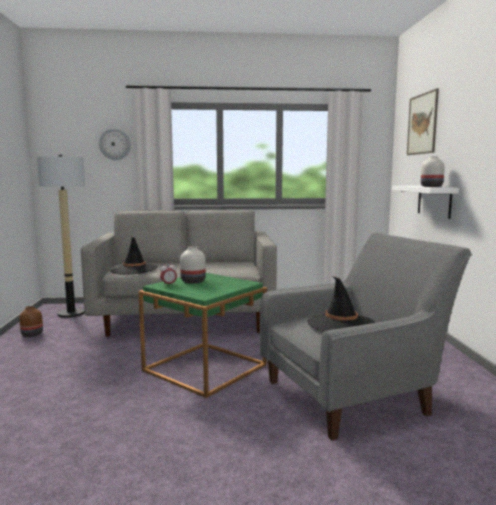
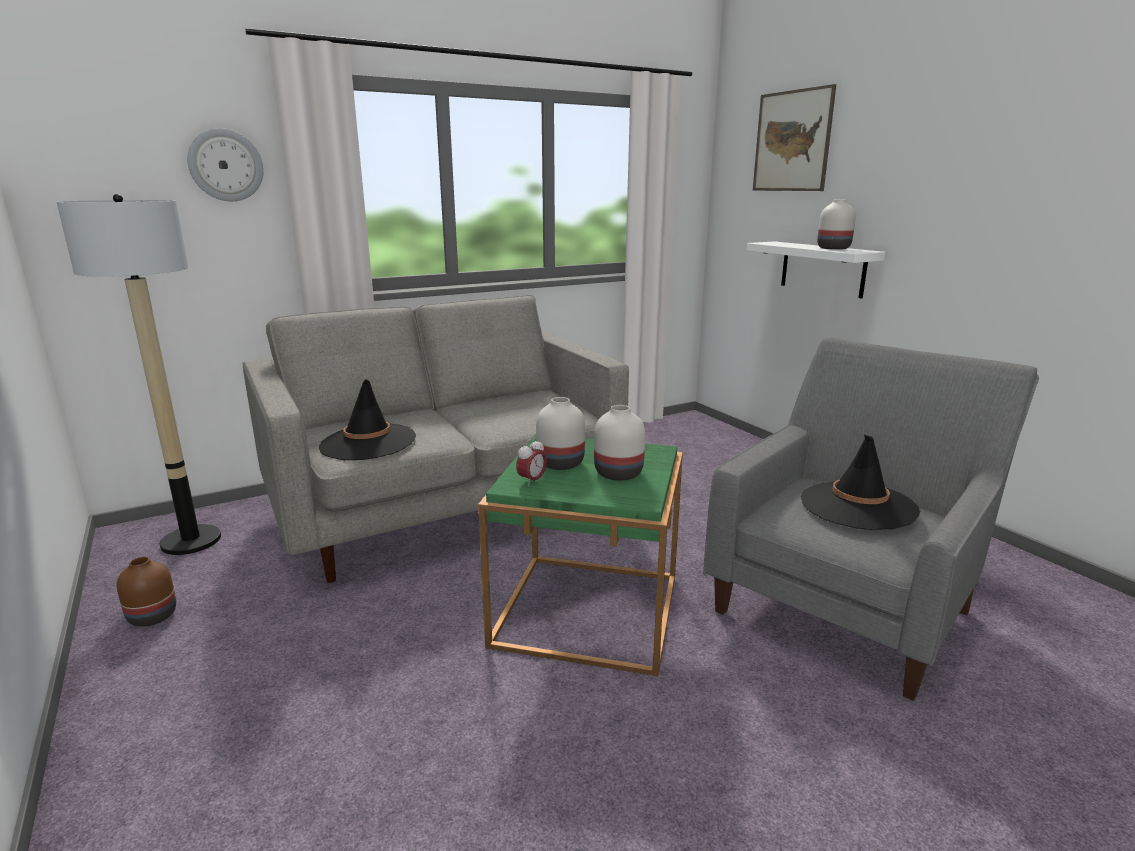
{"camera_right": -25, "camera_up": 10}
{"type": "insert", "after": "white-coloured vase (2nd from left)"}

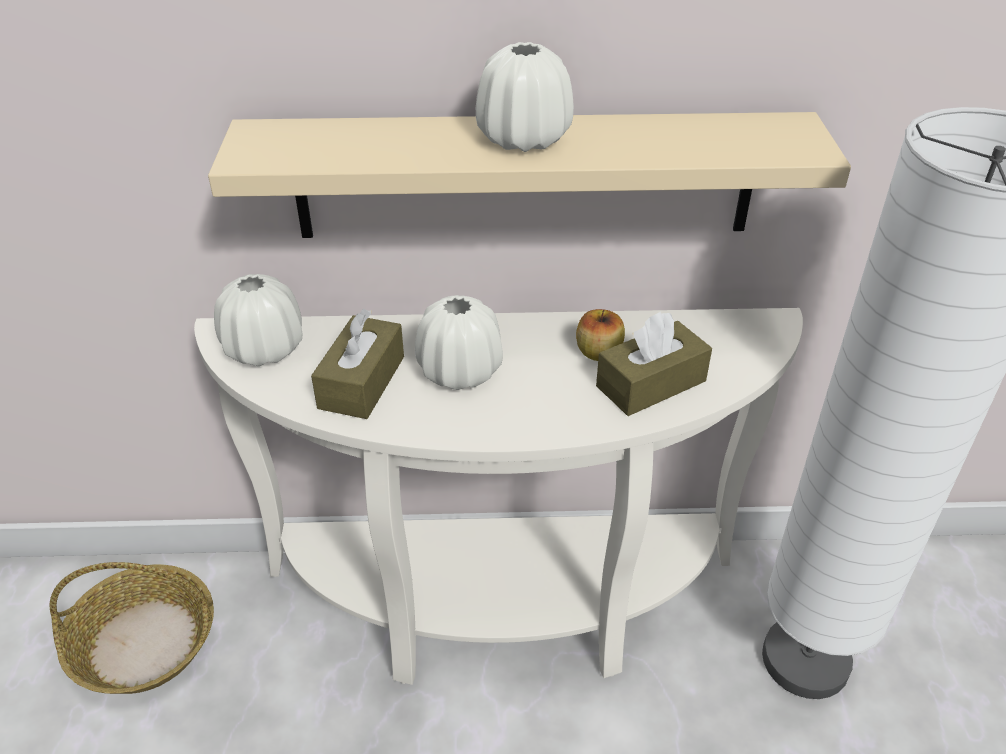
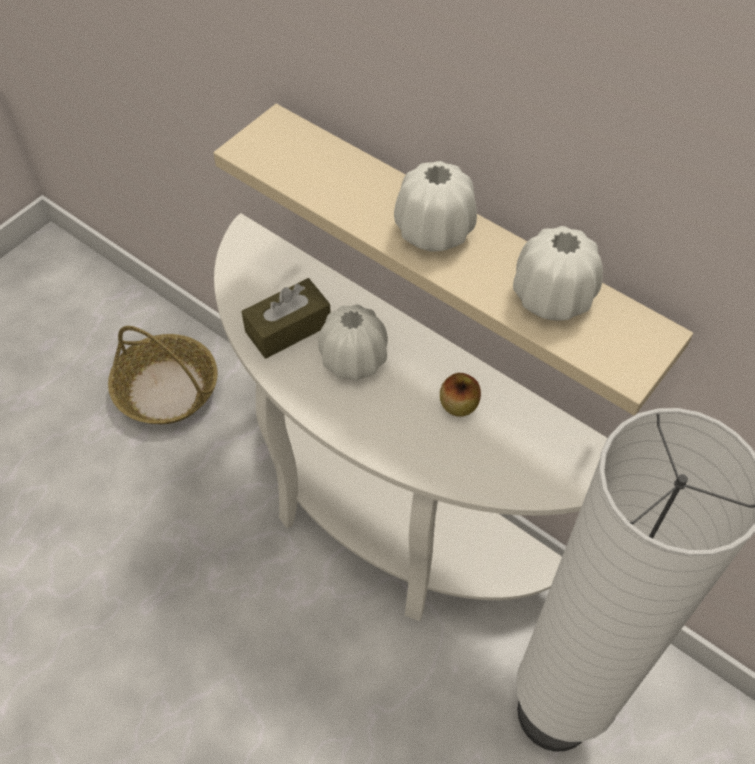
{"camera_right": 40, "camera_up": 15}
{"type": "move", "before": "white-coloured vase (1st from left in the first image)", "after": "white-coloured vase (3rd from left)"}
{"type": "delete", "before": "brown box of tissues (2nd from left)"}

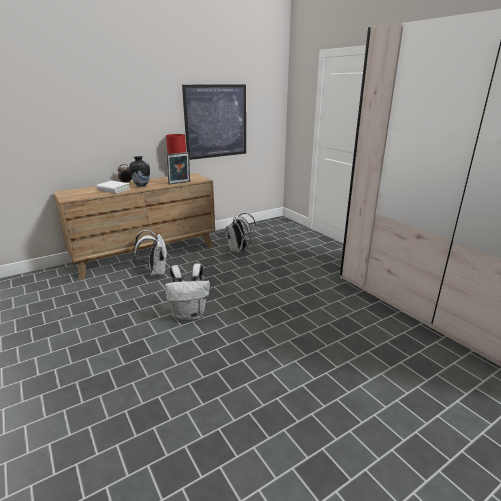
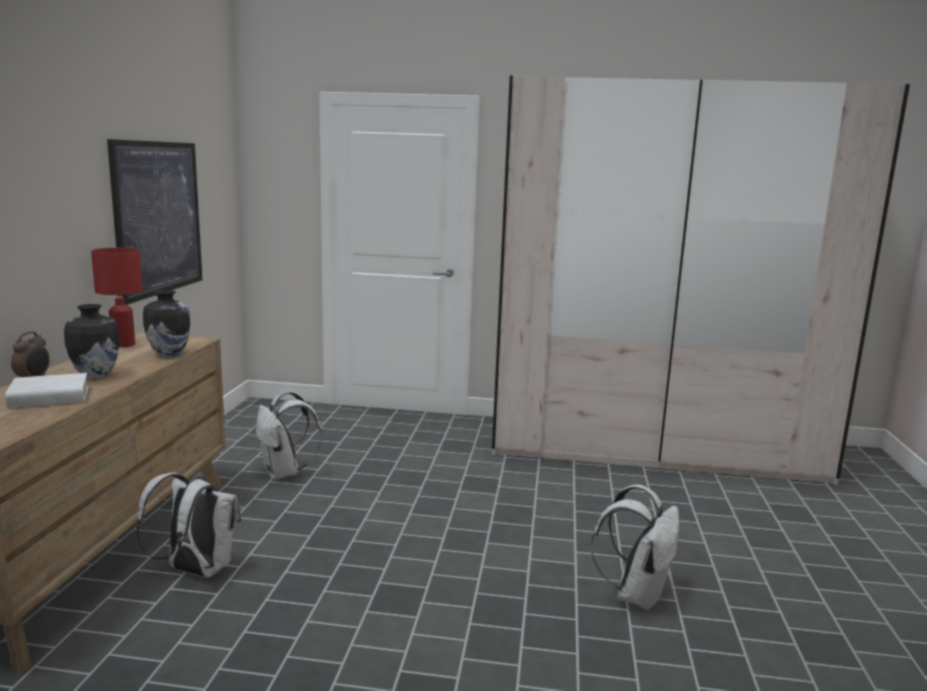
{"camera_right": -50, "camera_up": -10}
{"type": "replace", "before": "picture frame", "after": "vase (2nd from left)"}
{"type": "move", "before": "white-coloured backpack (2nd from left in the first image)", "after": "white-coloured backpack (3rd from left)"}

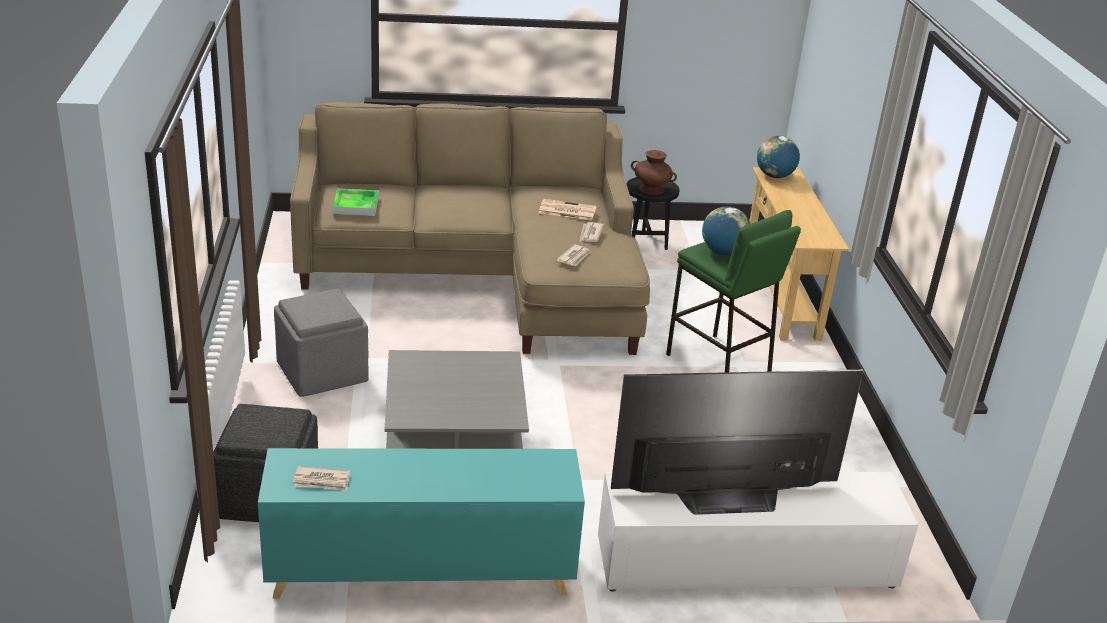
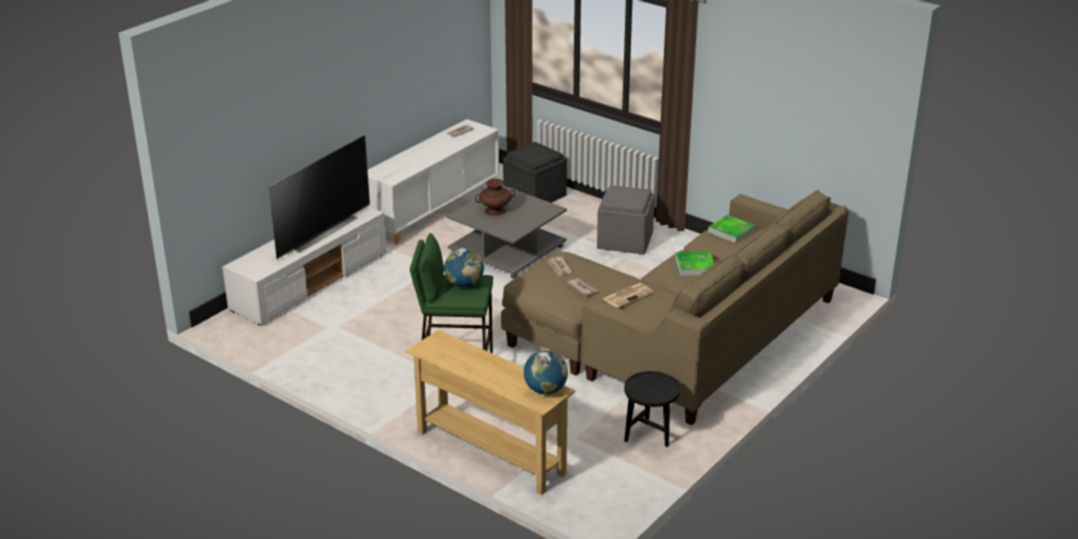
{"camera_right": 135, "camera_up": 0}
{"type": "recolor", "before": "turquoise-coloured storage cabinet", "after": "white-coloured storage cabinet"}
{"type": "move", "before": "brown vase"}
{"type": "insert", "after": "carrying tray (1st from left)"}

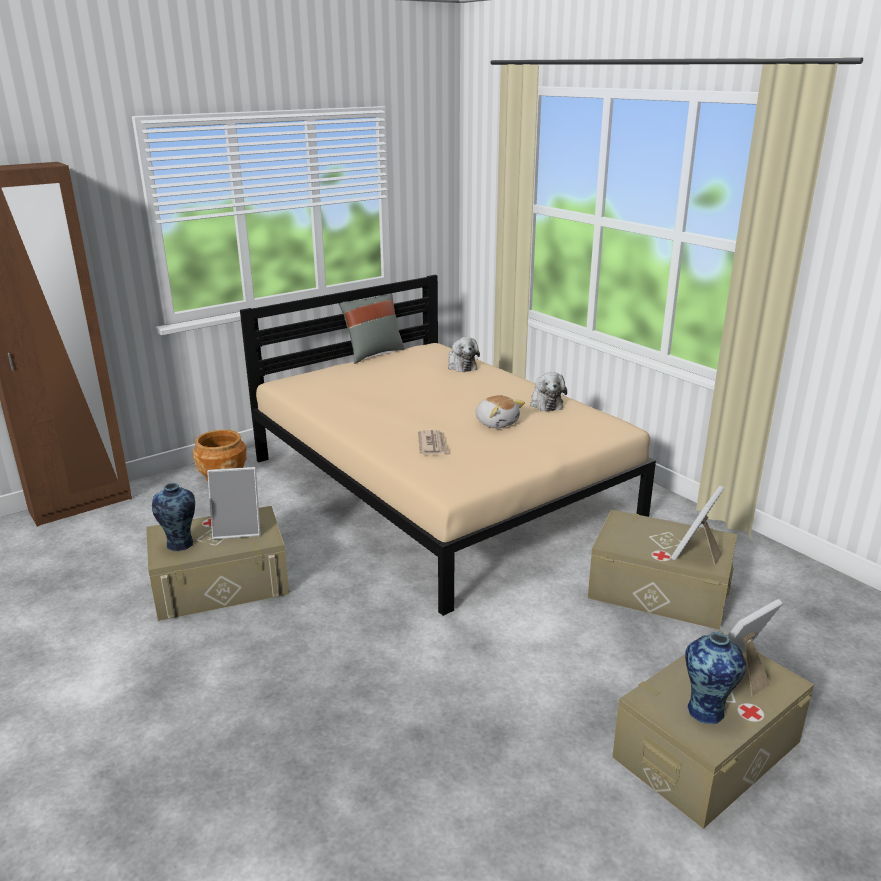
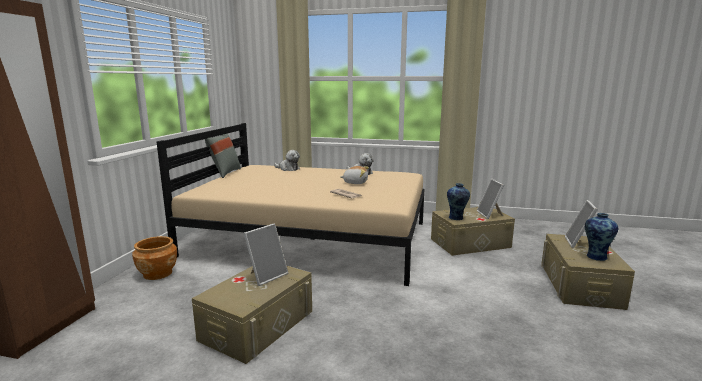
{"camera_right": -40, "camera_up": -10}
{"type": "move", "before": "vase (1st from left)"}

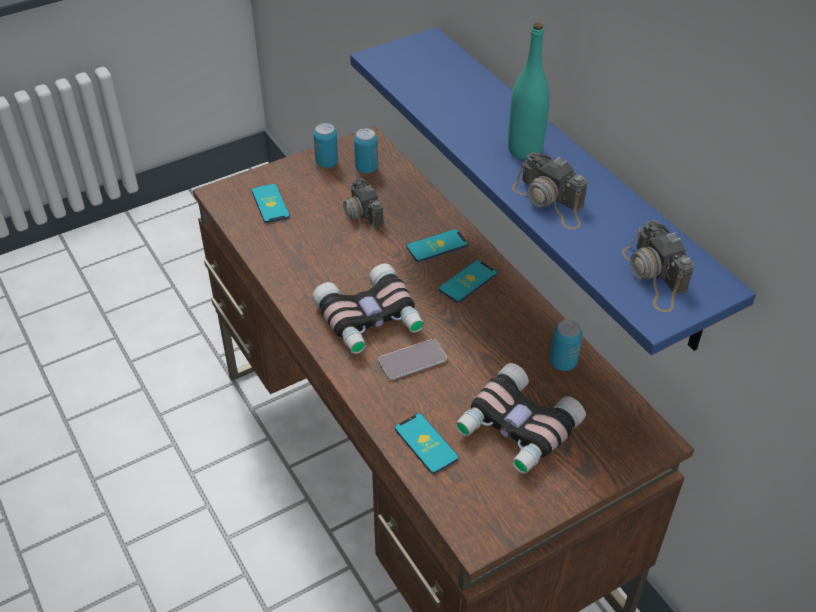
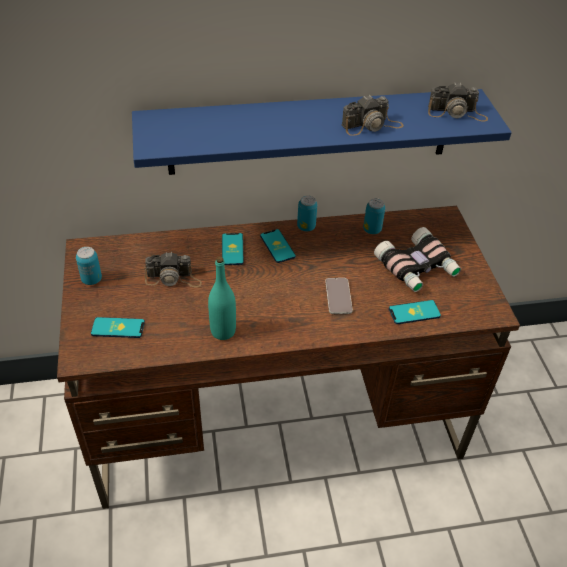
{"camera_right": -70, "camera_up": 0}
{"type": "move", "before": "turquoise-coloured drink bottle"}
{"type": "move", "before": "sealed can (2nd from left)"}
{"type": "delete", "before": "pair of binoculars (1st from left)"}

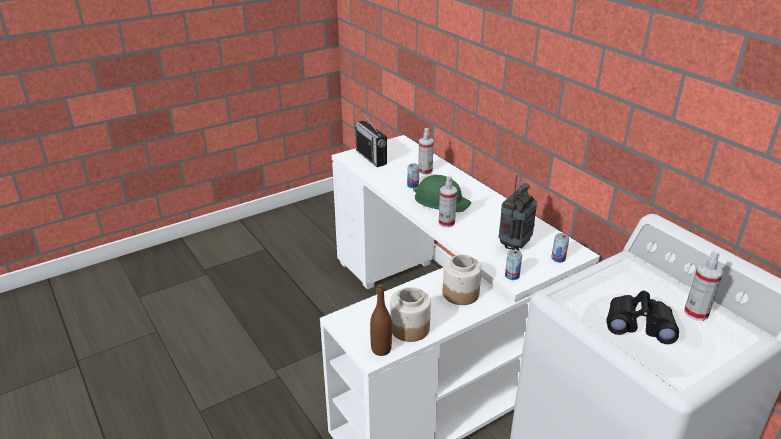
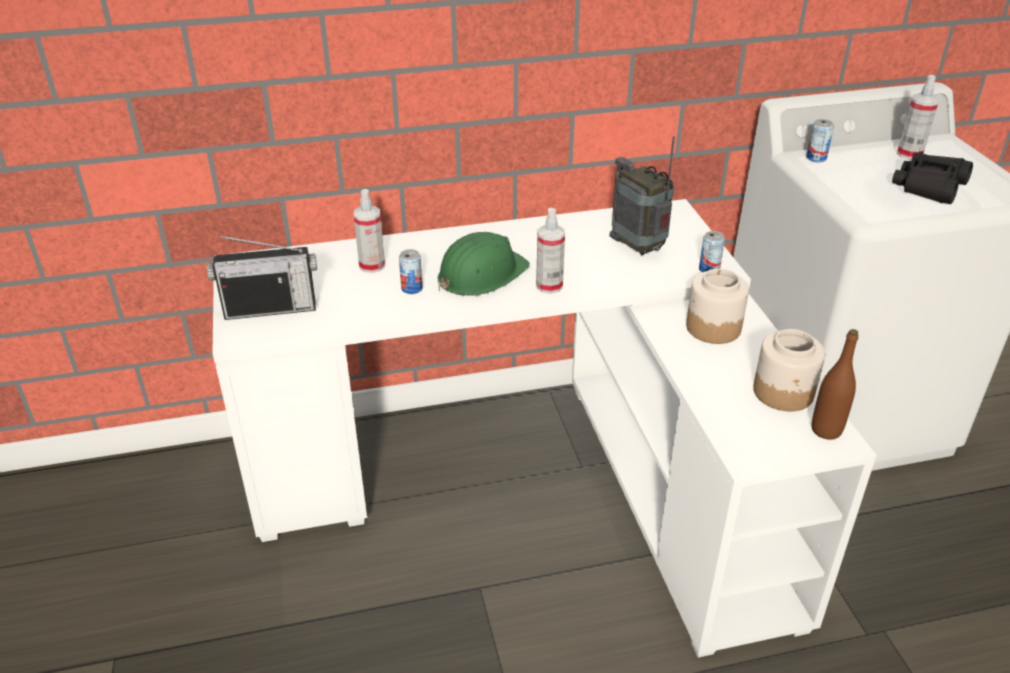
{"camera_right": -70, "camera_up": 5}
{"type": "move", "before": "sealed can (3rd from left)"}

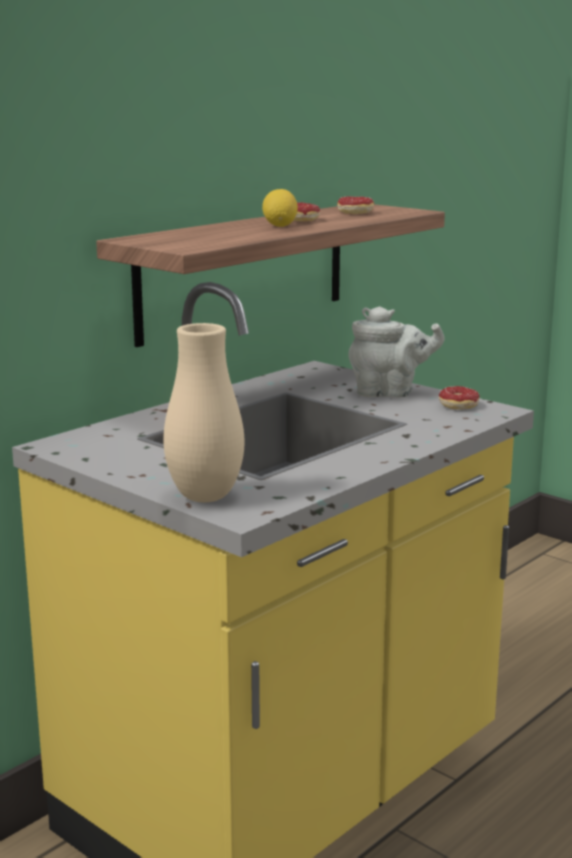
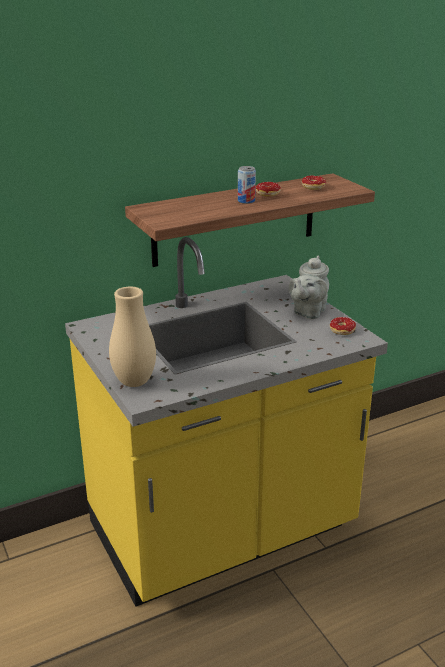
{"camera_right": 20, "camera_up": 10}
{"type": "replace", "before": "citrus fruit", "after": "sealed can"}
{"type": "rotate", "before": "gray teapot", "turn": 90}

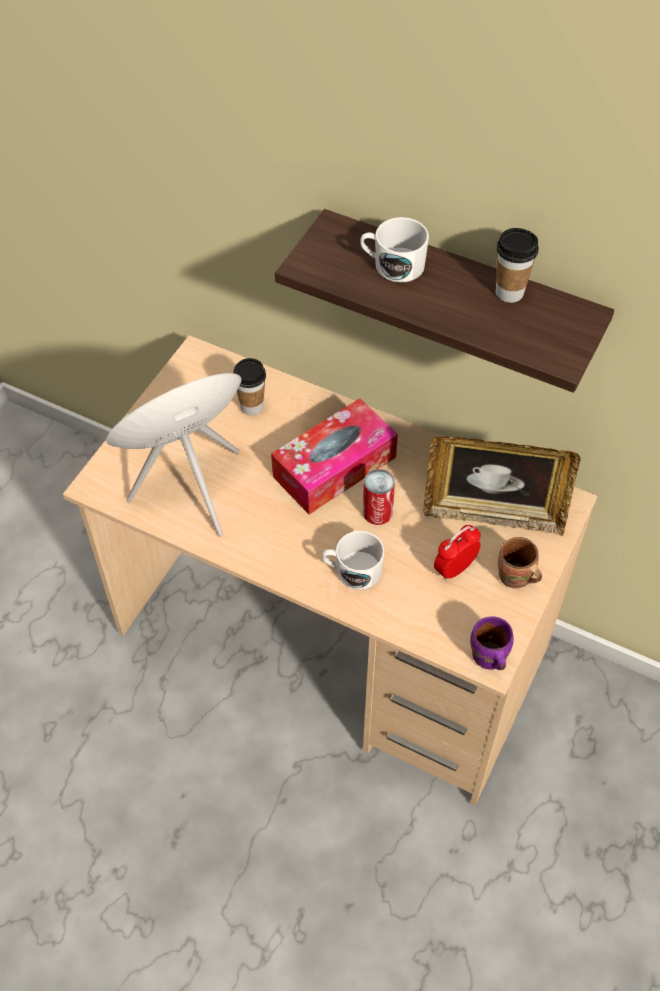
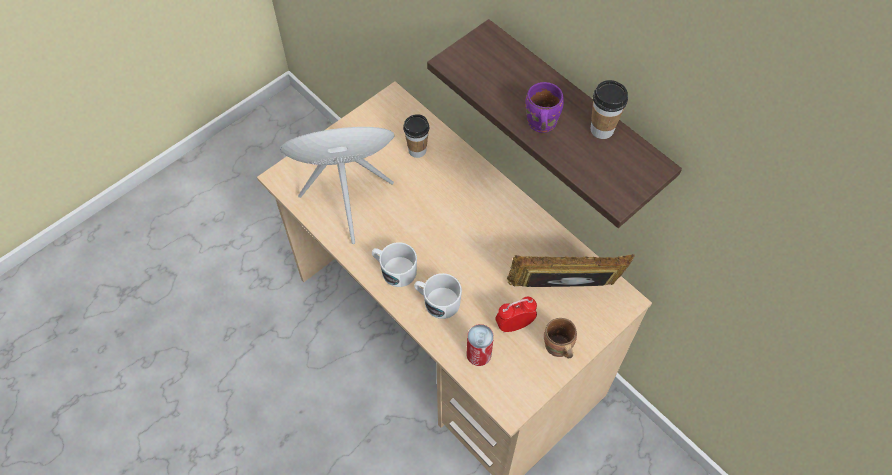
{"camera_right": 20, "camera_up": 5}
{"type": "move", "before": "white-coloured tea mug (2nd from left in the first image)", "after": "white-coloured tea mug (1st from left)"}
{"type": "move", "before": "sealed can"}
{"type": "rotate", "before": "picture frame", "turn": 150}
{"type": "move", "before": "purplish tea mug"}
{"type": "delete", "before": "box of tissues"}

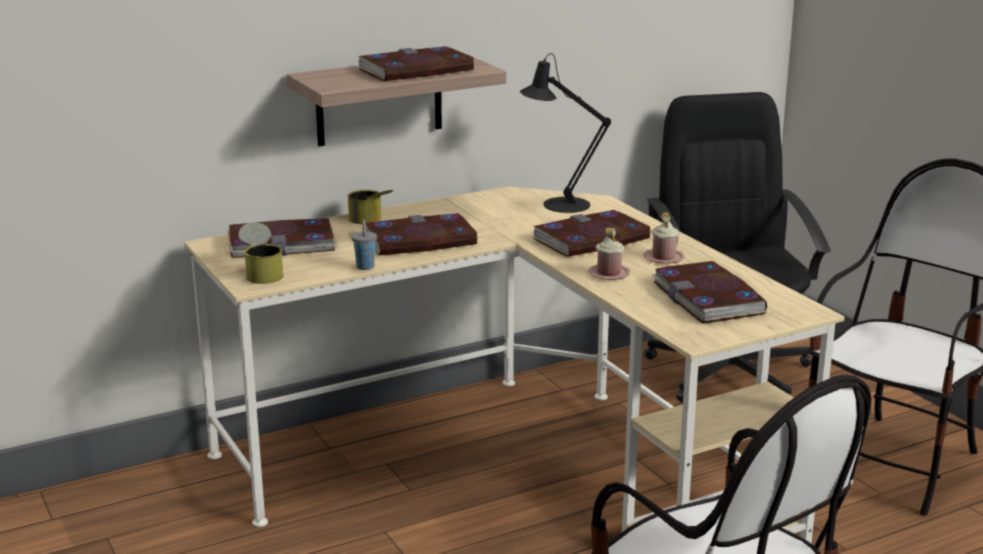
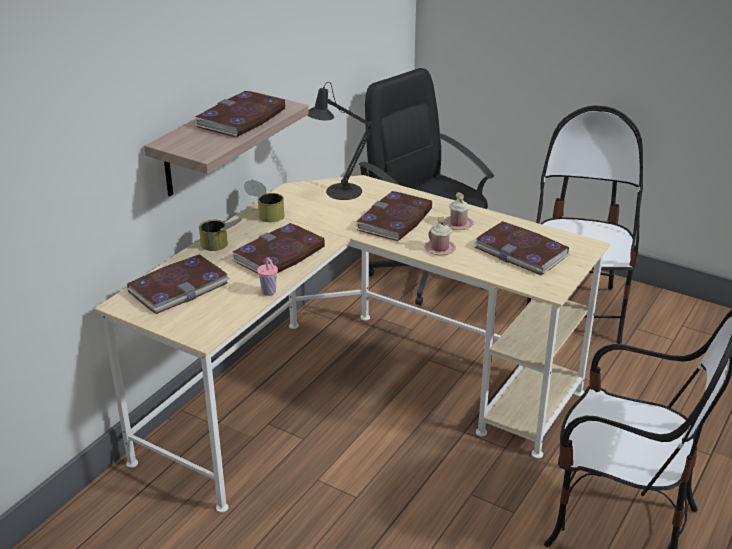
{"camera_right": -30, "camera_up": 10}
{"type": "move", "before": "sealed can (1st from left in the first image)", "after": "sealed can (2nd from left)"}
{"type": "recolor", "before": "gray drinking cup", "after": "pink-coloured drinking cup"}

